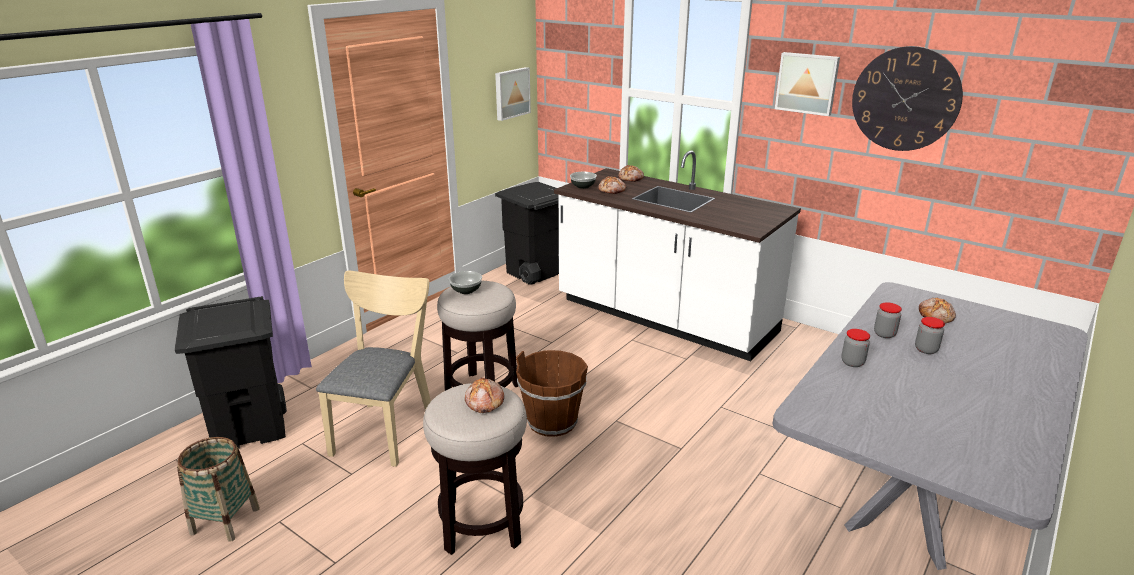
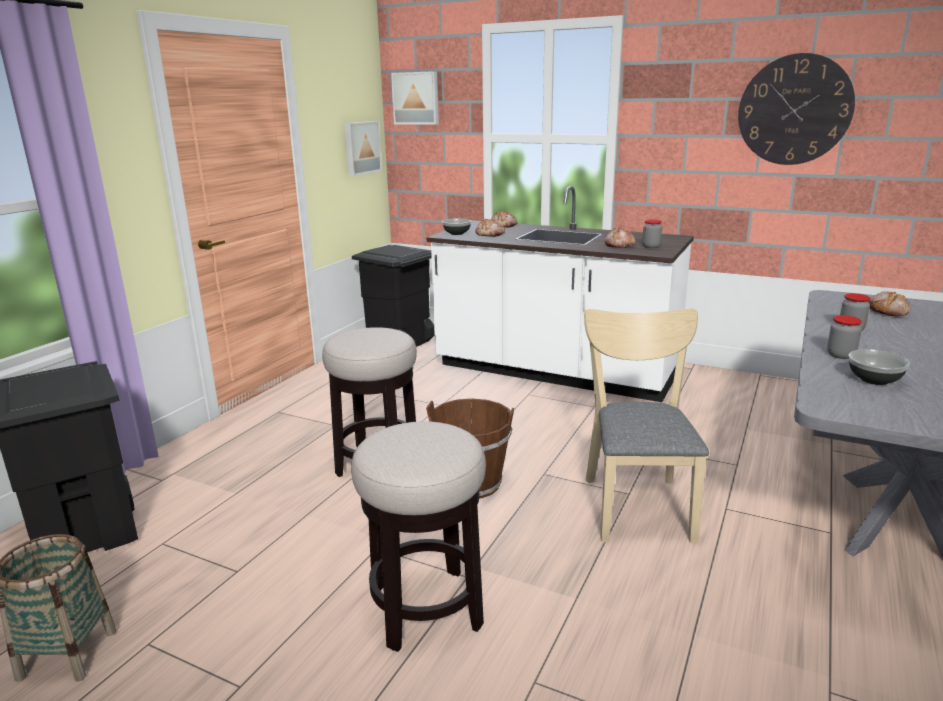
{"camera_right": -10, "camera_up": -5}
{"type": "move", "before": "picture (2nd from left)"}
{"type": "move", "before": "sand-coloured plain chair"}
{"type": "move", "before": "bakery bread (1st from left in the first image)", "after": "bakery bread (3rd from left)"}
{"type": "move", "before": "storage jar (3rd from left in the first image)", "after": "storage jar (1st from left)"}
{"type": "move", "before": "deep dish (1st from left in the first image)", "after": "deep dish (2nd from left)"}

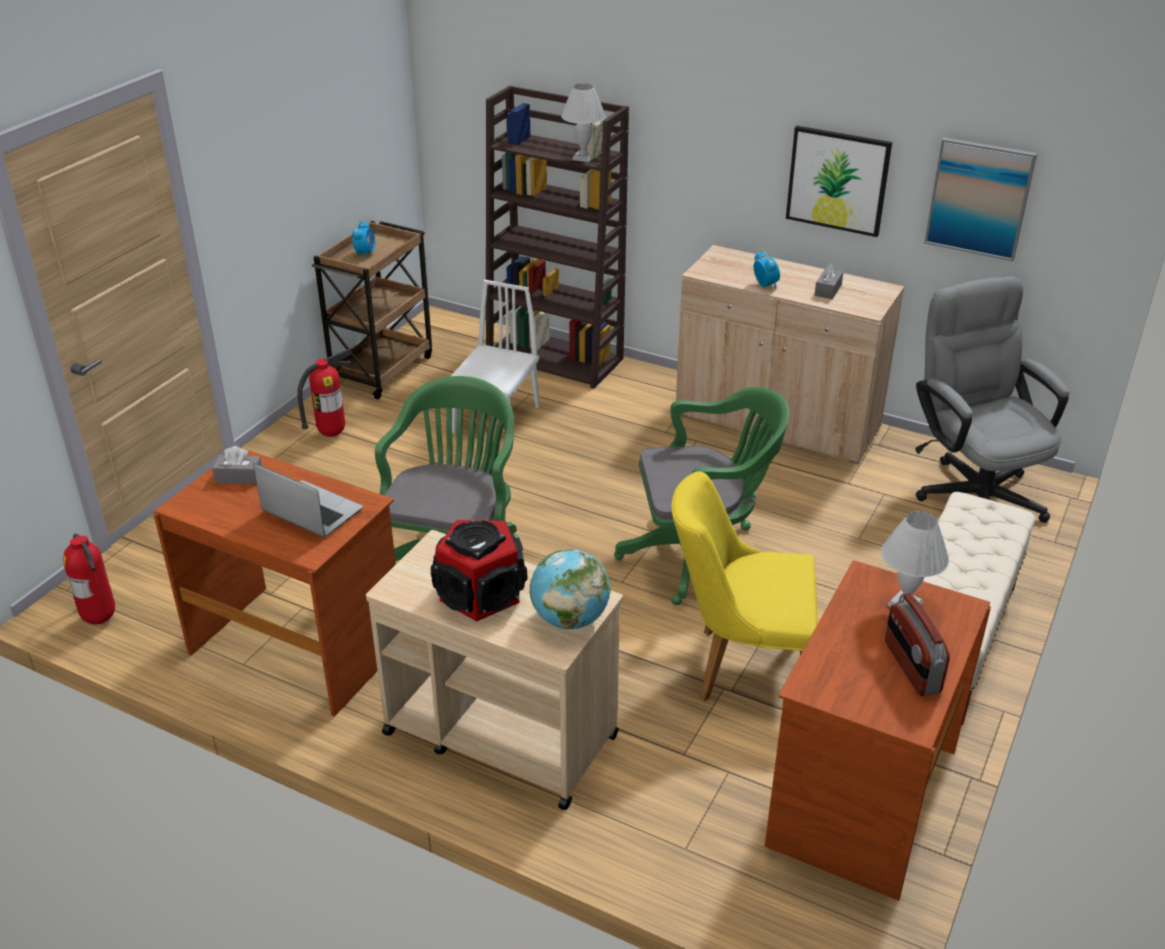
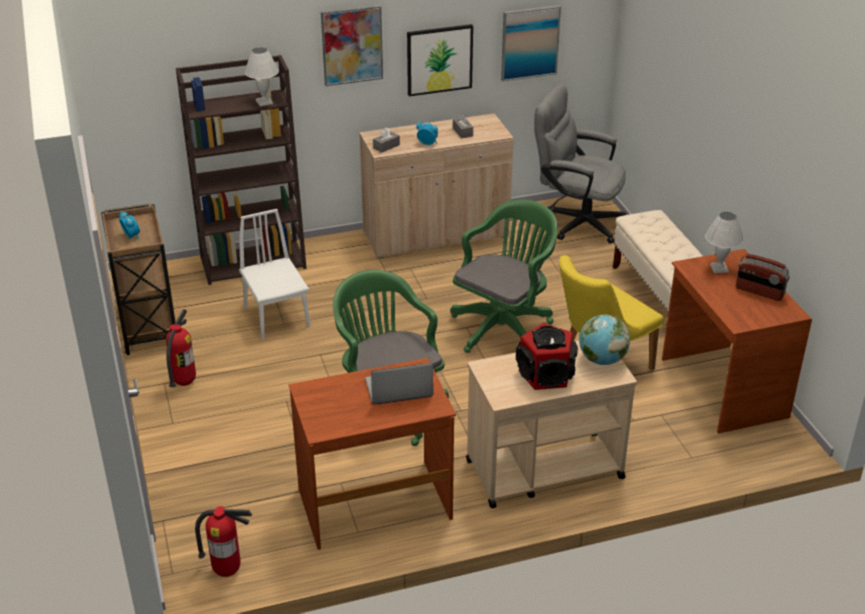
{"camera_right": -45, "camera_up": 0}
{"type": "insert", "after": "picture (1st from left)"}
{"type": "move", "before": "gray box of tissues (1st from left)"}

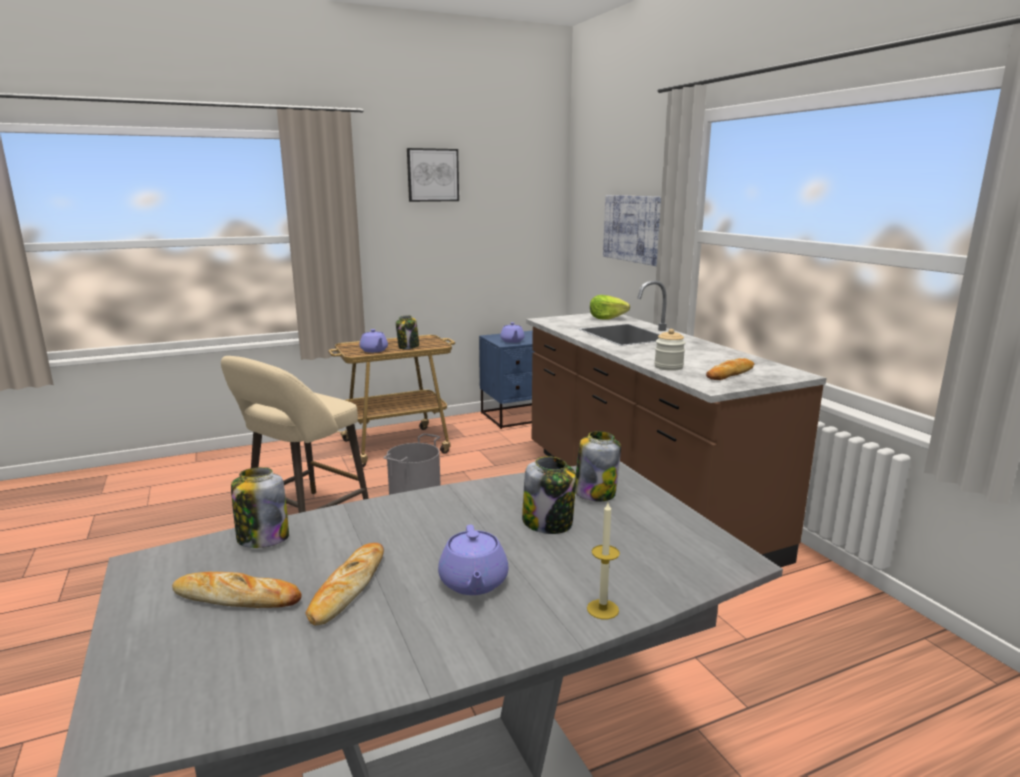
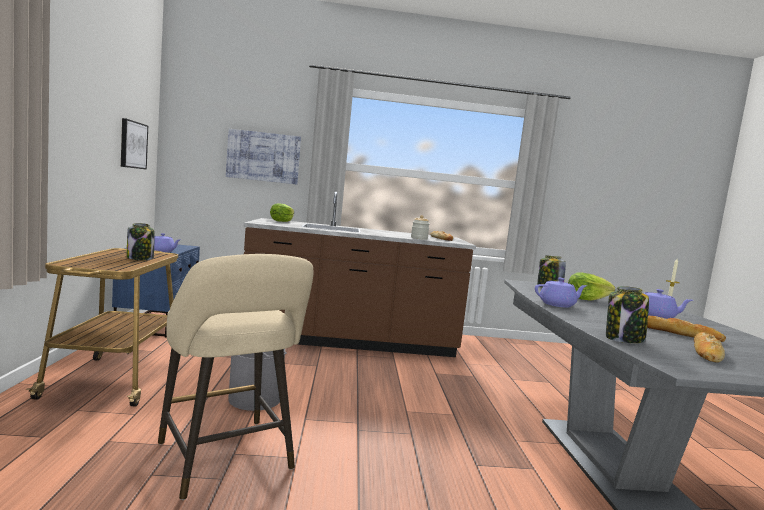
{"camera_right": -70, "camera_up": -10}
{"type": "move", "before": "picture (1st from left)"}
{"type": "move", "before": "purplish teapot (1st from left in the first image)", "after": "purplish teapot (2nd from left)"}
{"type": "replace", "before": "storage jar (3rd from left)", "after": "lettuce head (2nd from left)"}

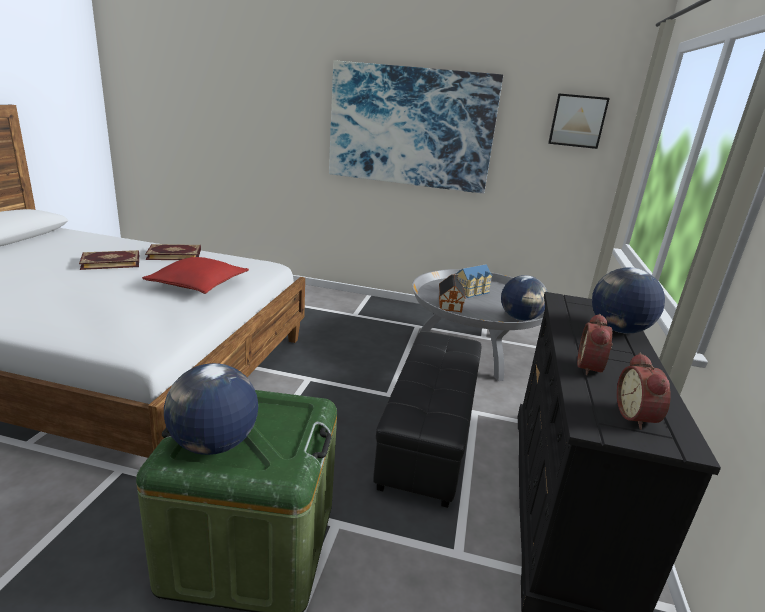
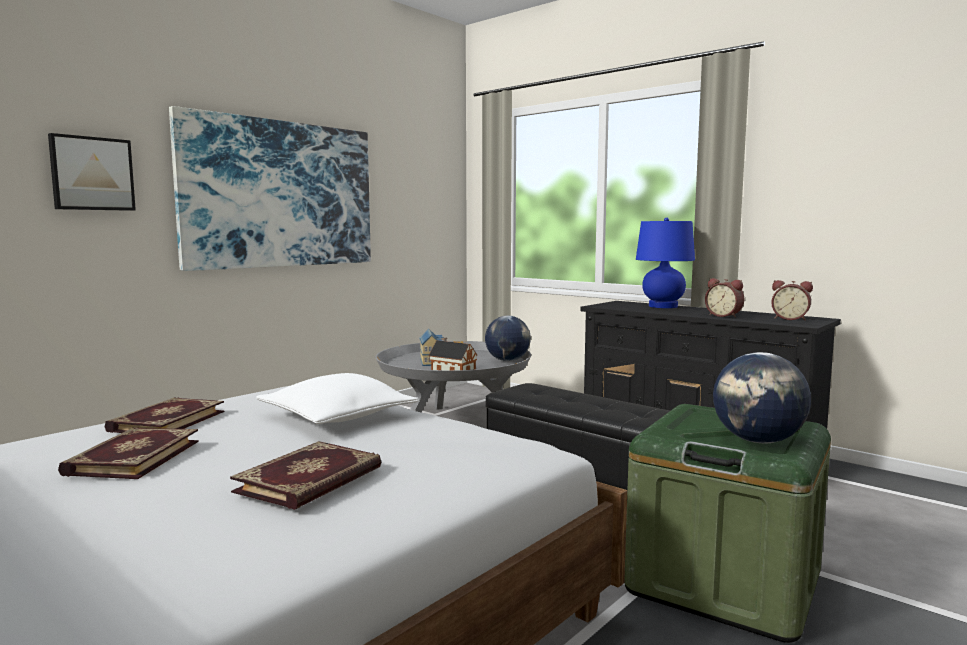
{"camera_right": -60, "camera_up": -15}
{"type": "move", "before": "picture (2nd from left in the first image)", "after": "picture (1st from left)"}
{"type": "insert", "after": "bound book (3rd from left)"}
{"type": "recolor", "before": "red pillow", "after": "white-coloured pillow"}
{"type": "replace", "before": "globe (3rd from left)", "after": "blue-coloured tabletop lamp"}

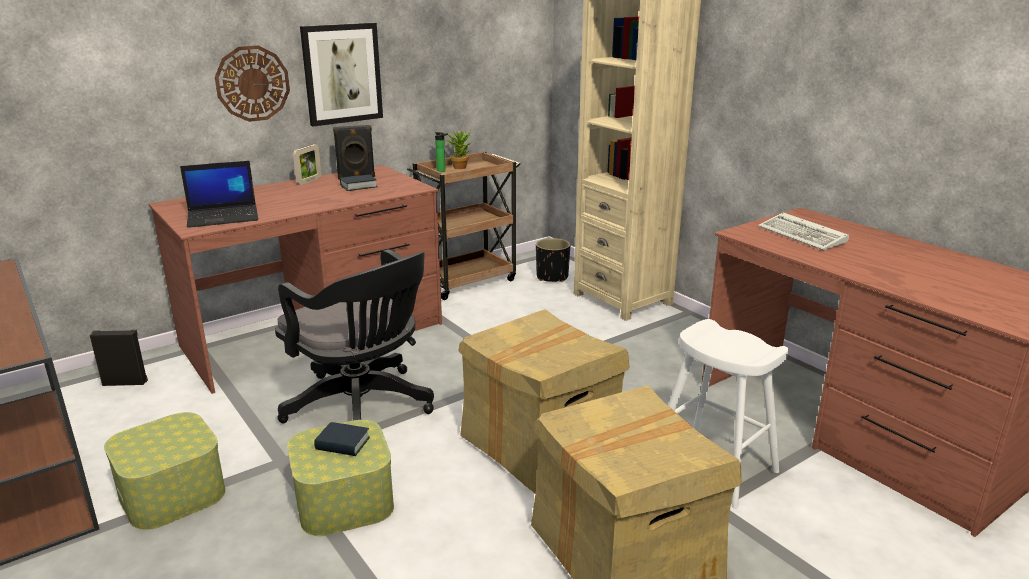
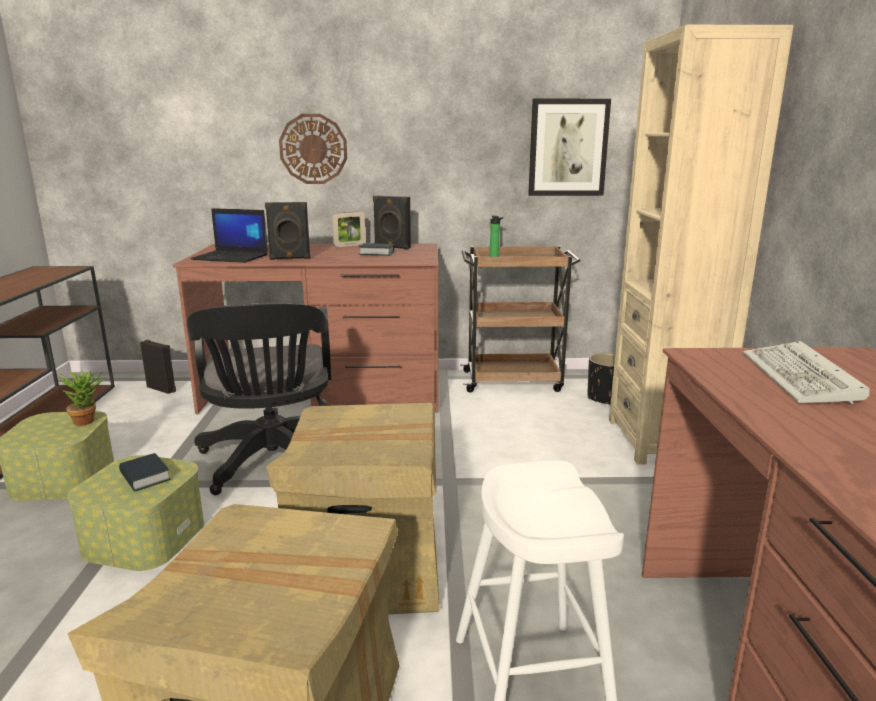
{"camera_right": 35, "camera_up": -5}
{"type": "move", "before": "houseplant"}
{"type": "insert", "after": "blackish audio speaker (2nd from left)"}
{"type": "move", "before": "picture"}

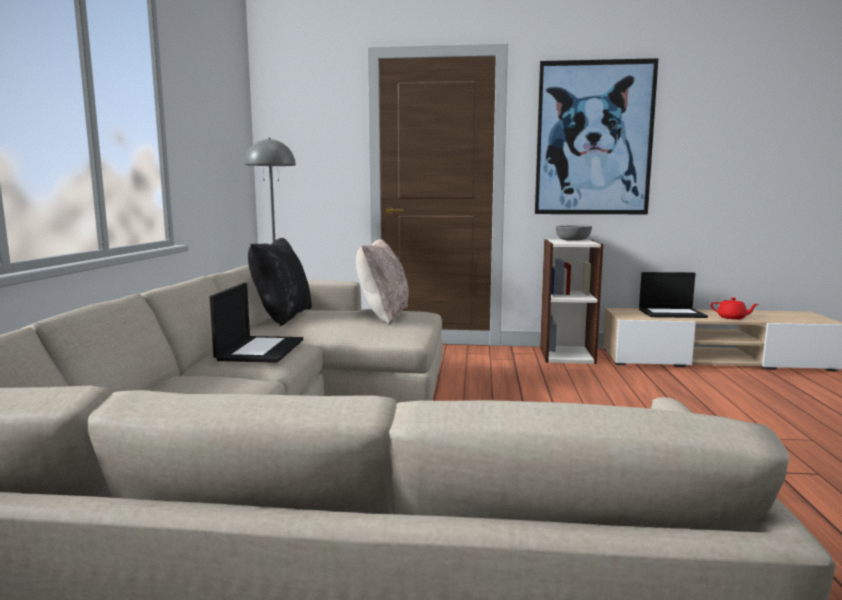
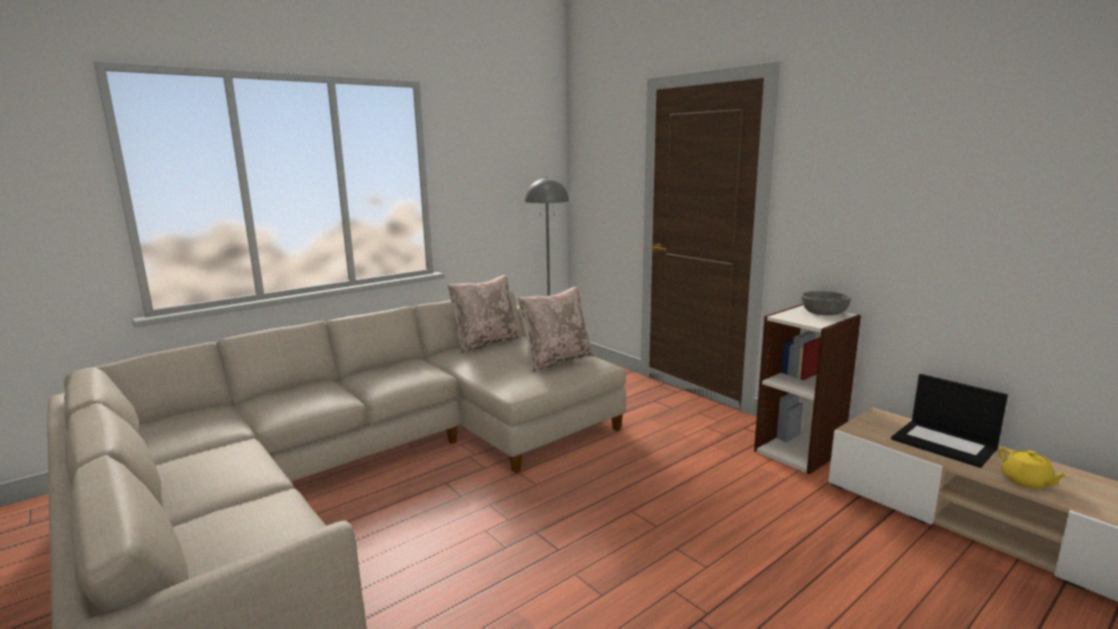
{"camera_right": 45, "camera_up": 5}
{"type": "recolor", "before": "blackish pillow", "after": "sand-coloured pillow (1st from left)"}
{"type": "recolor", "before": "red teapot", "after": "yellow-coloured teapot"}
{"type": "delete", "before": "notebook computer (1st from left)"}
{"type": "delete", "before": "picture"}

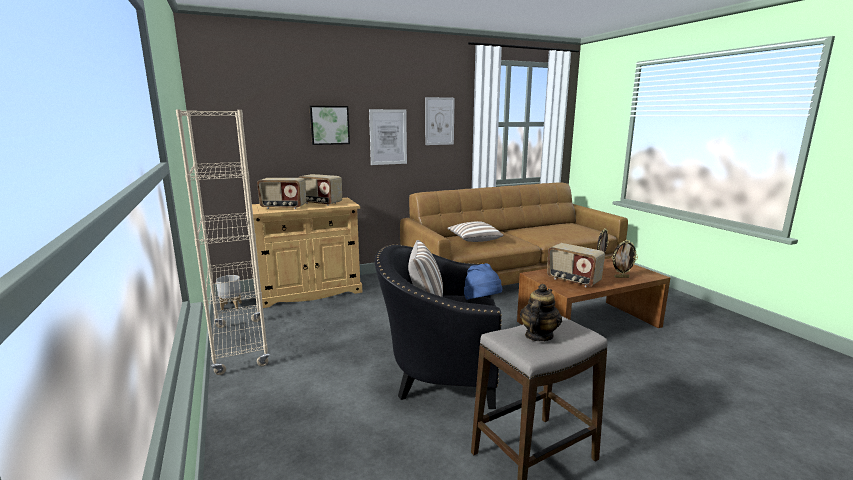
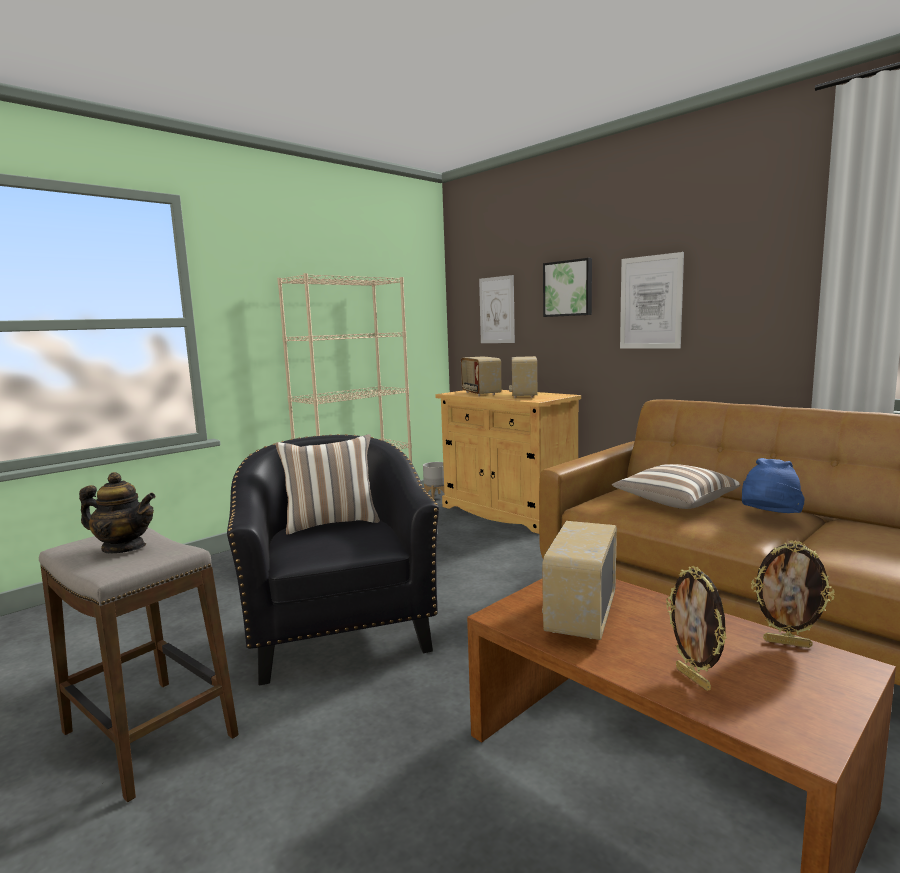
{"camera_right": 70, "camera_up": -5}
{"type": "move", "before": "picture (3rd from left in the first image)", "after": "picture (1st from left)"}
{"type": "move", "before": "blue-coloured clothing hat"}

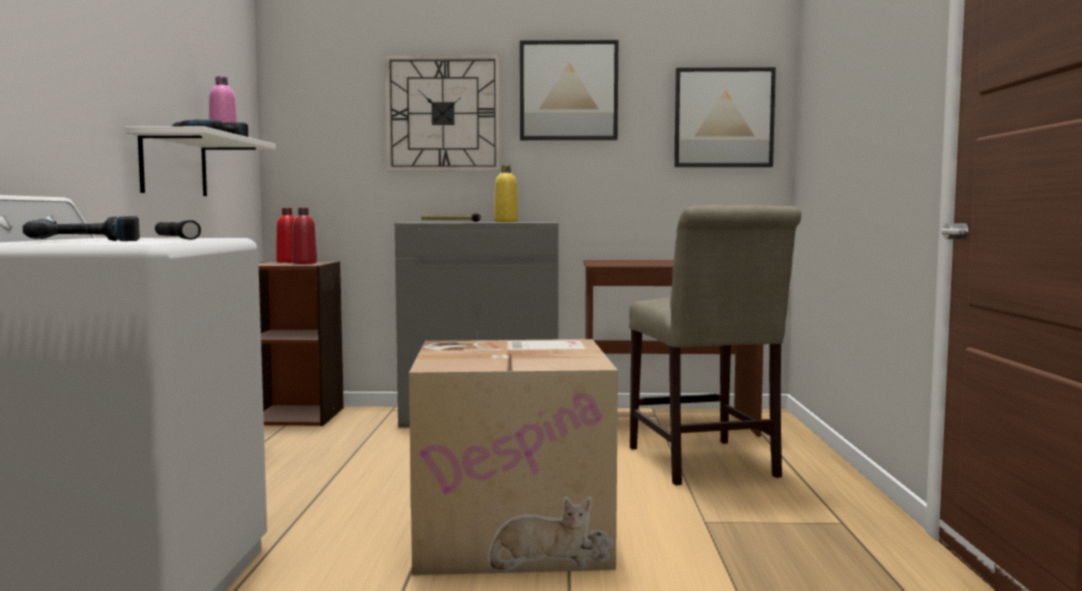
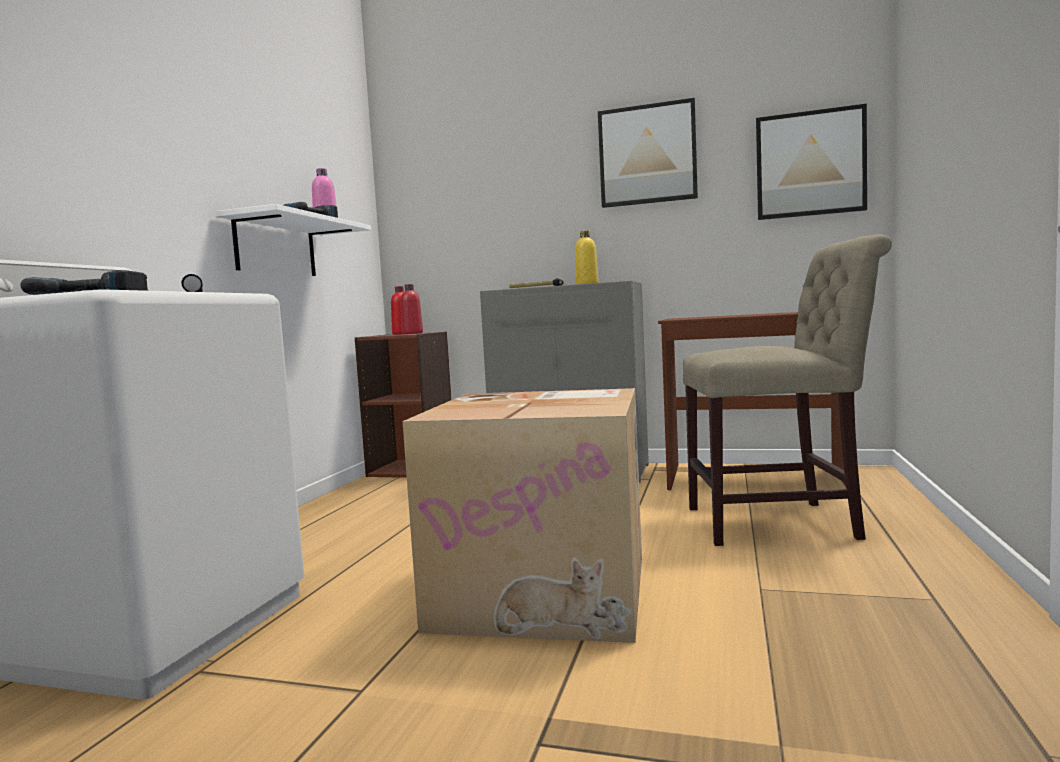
{"camera_right": 15, "camera_up": 0}
{"type": "rotate", "before": "sand-coloured plain chair", "turn": -90}
{"type": "delete", "before": "hanging clock"}

